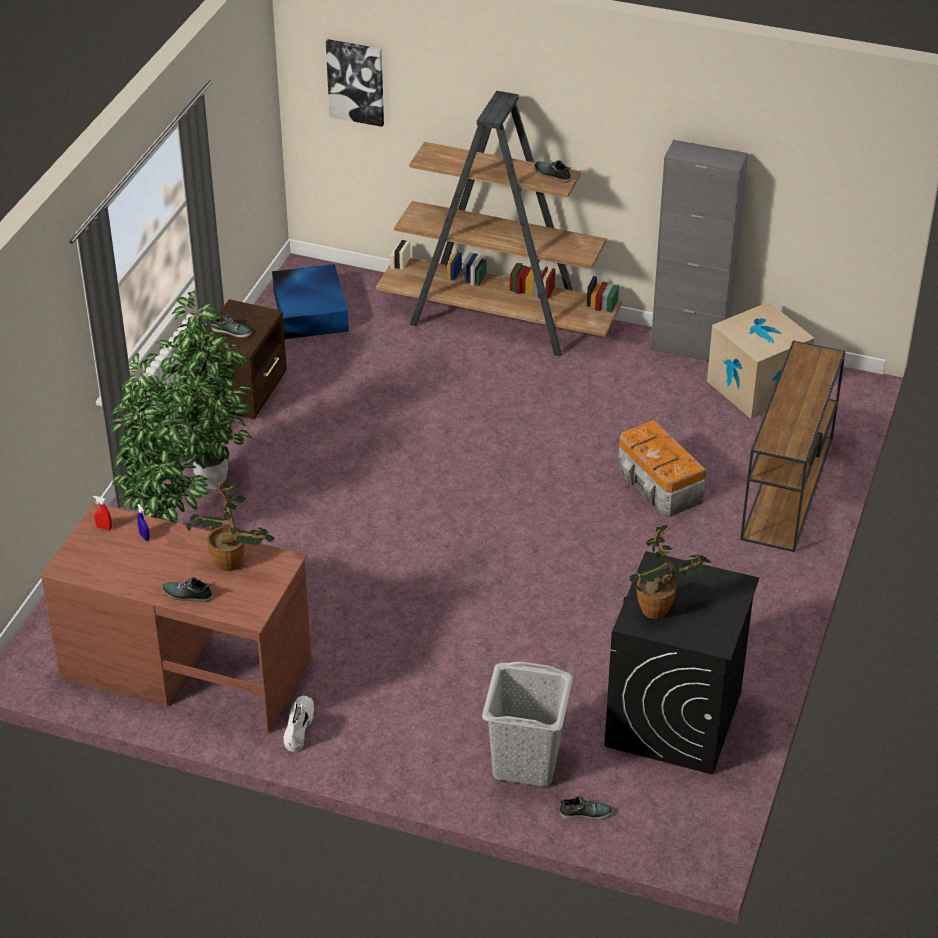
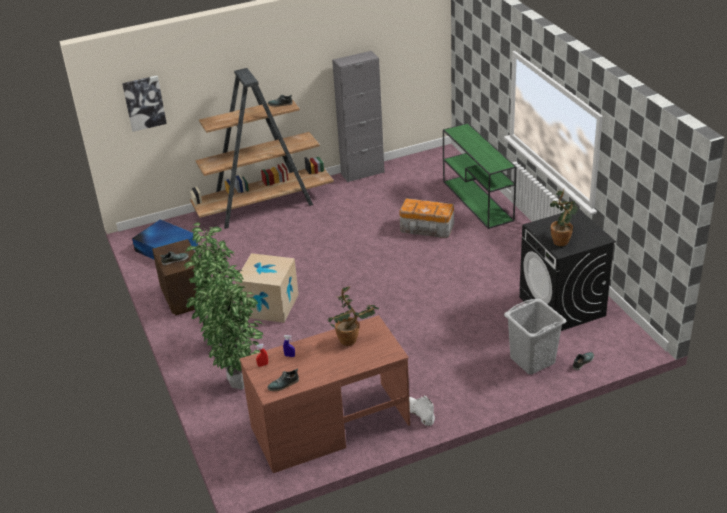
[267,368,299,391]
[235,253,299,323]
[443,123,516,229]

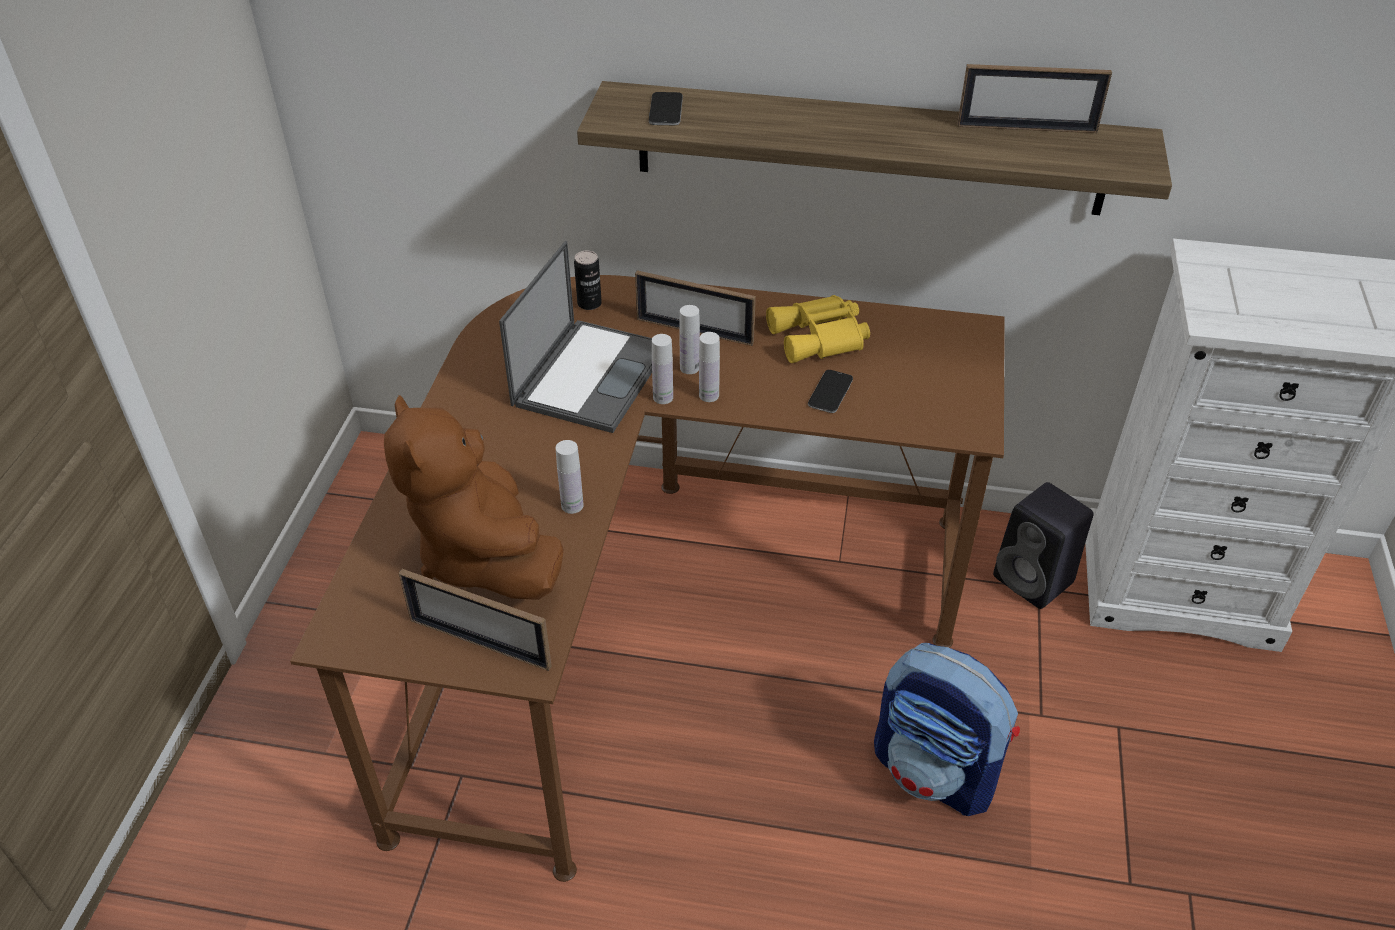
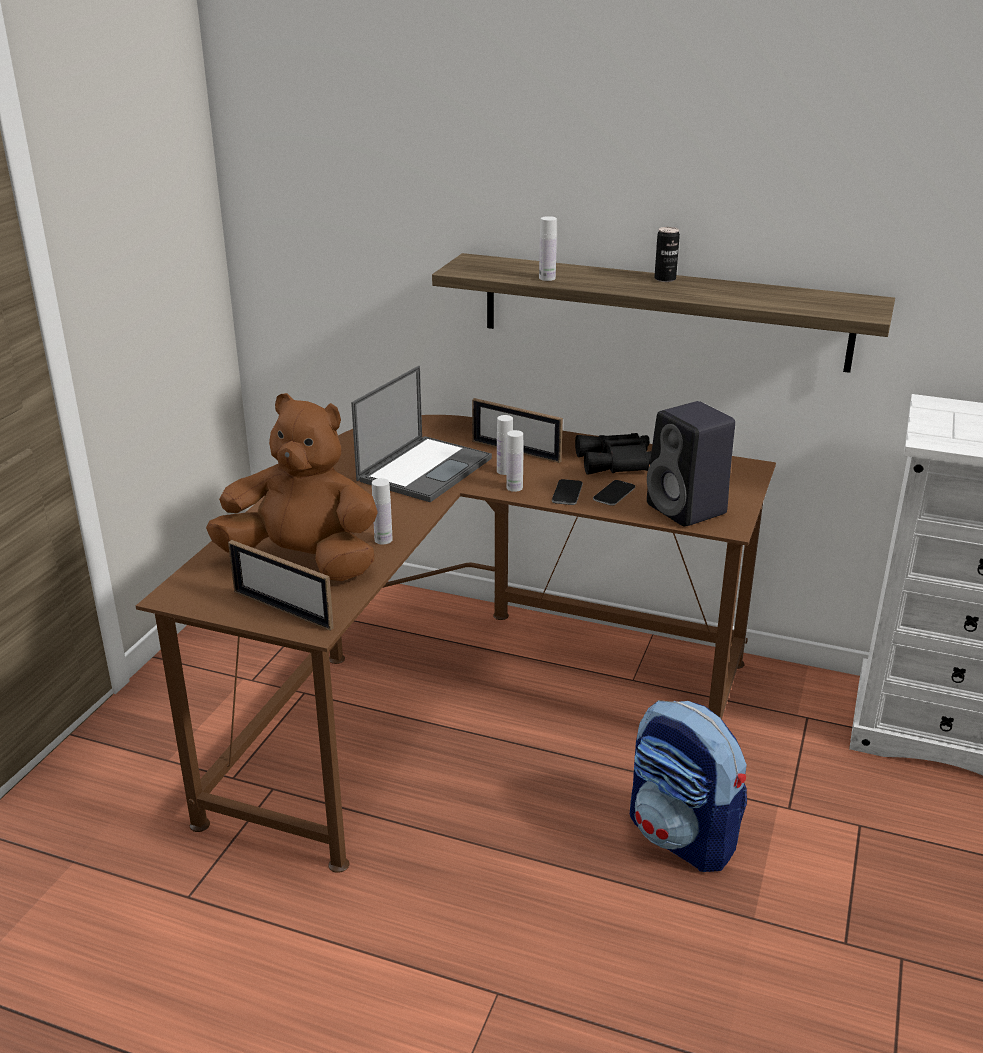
[957,64,1112,133] (first image)
[654,227,680,282]
[552,479,583,505]
[539,216,557,281]
[647,401,735,527]
[575,433,652,474]
[206,393,378,581]

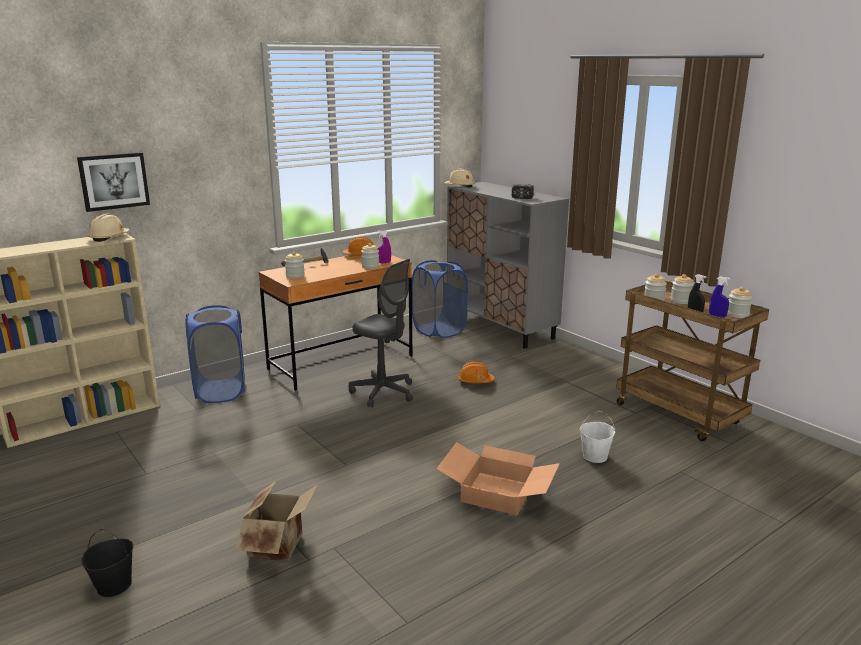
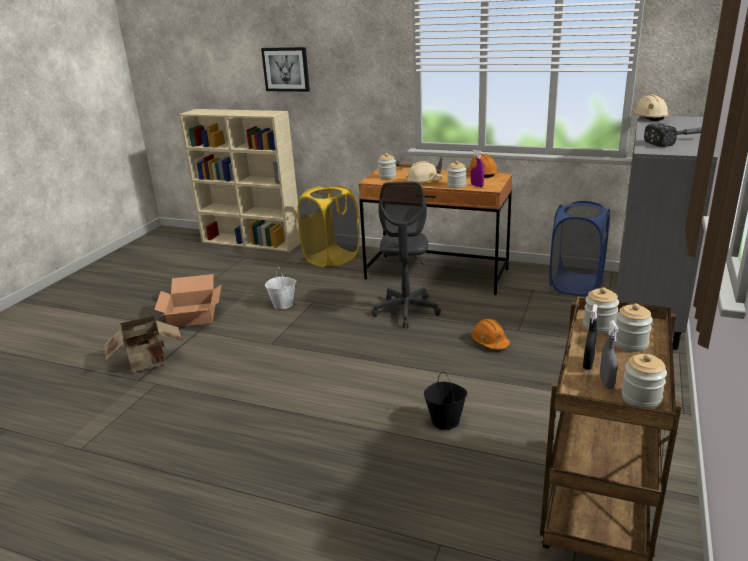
[424,372,467,430]
[406,161,443,183]
[154,274,221,327]
[265,267,296,309]
[297,185,360,267]
[599,321,619,389]

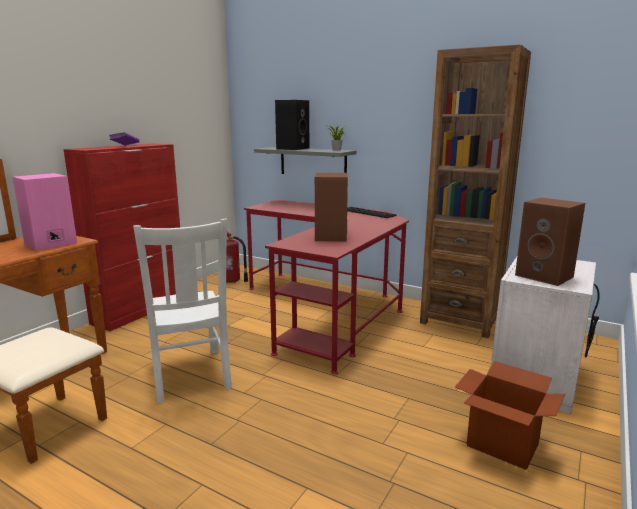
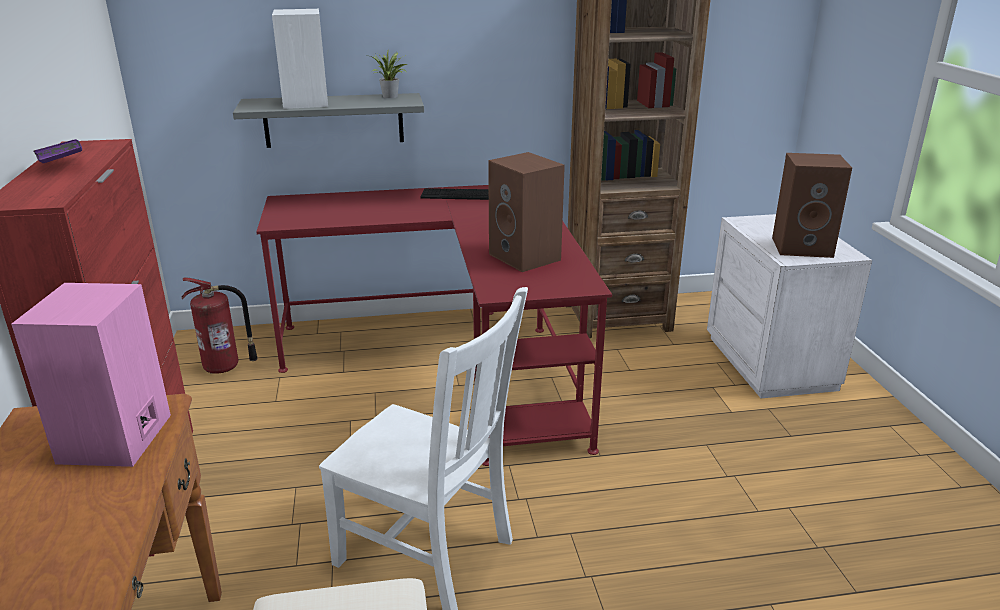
[455,361,565,470] (first image)
[272,9,328,109]

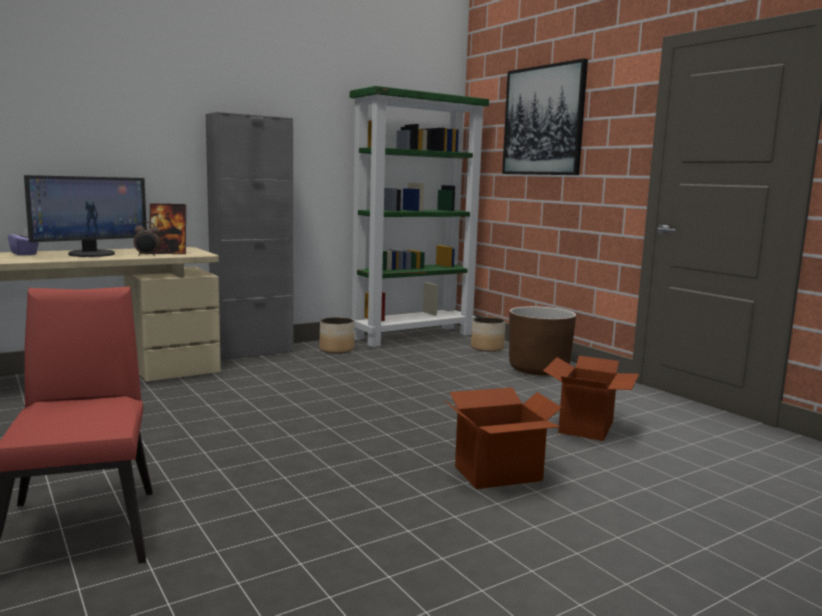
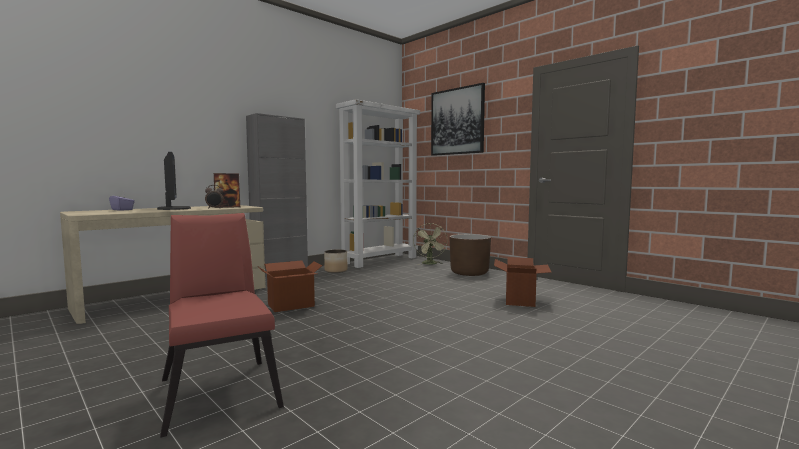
[259,260,322,312]
[413,223,448,264]
[336,99,420,268]
[157,152,191,210]

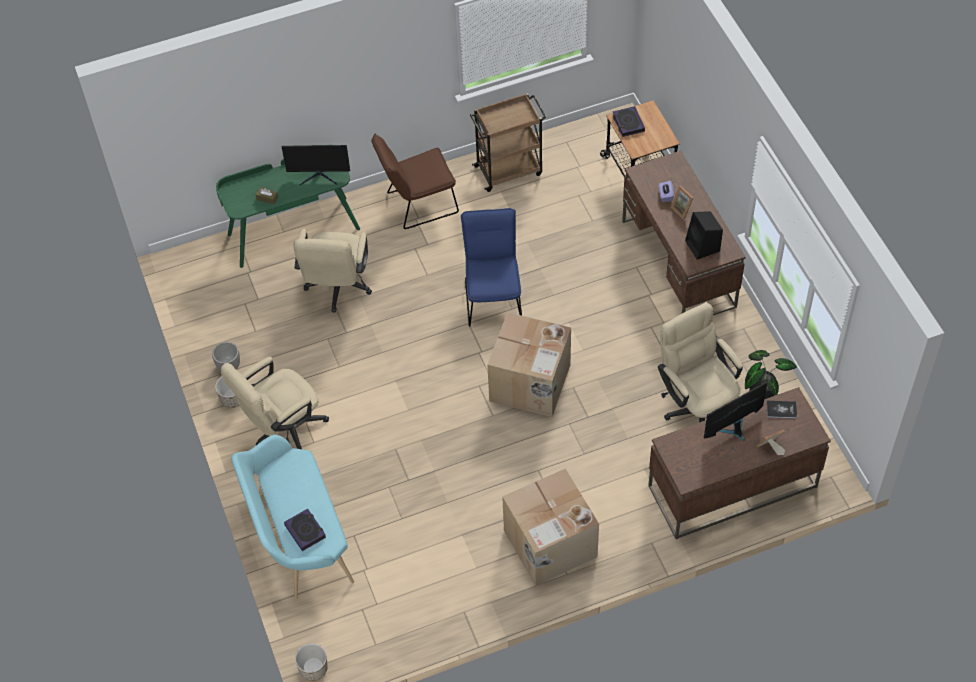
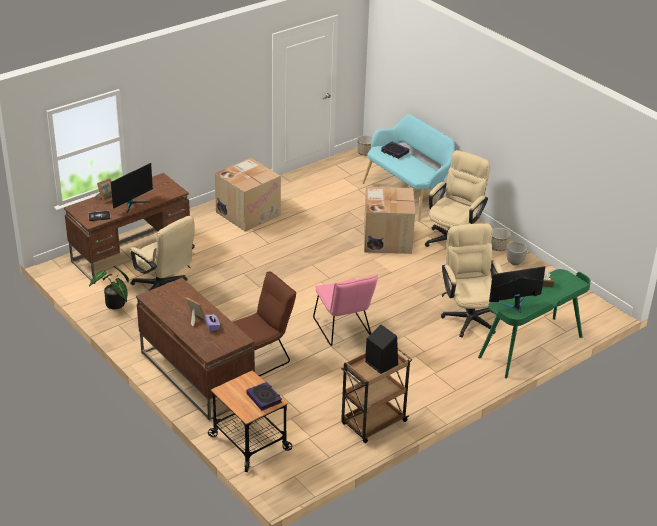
[233,271,296,376]
[364,187,415,254]
[365,325,398,374]
[313,275,378,346]

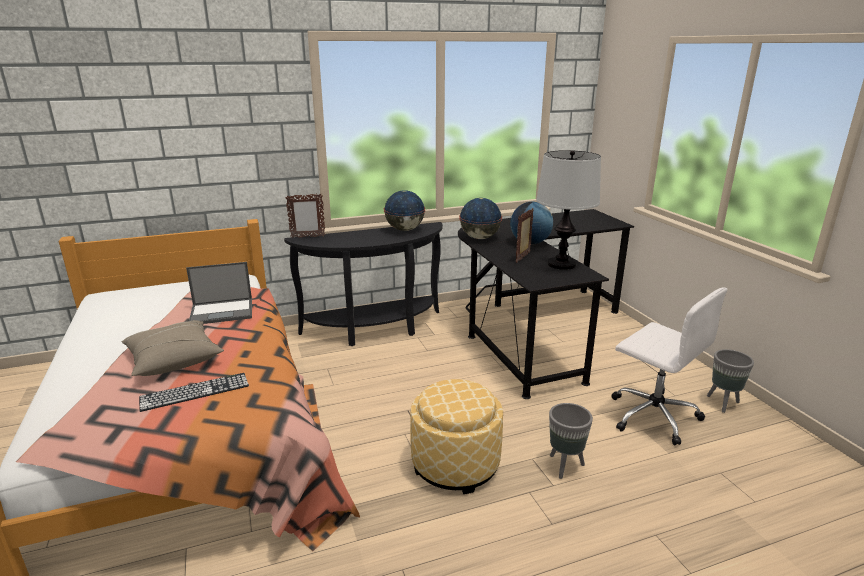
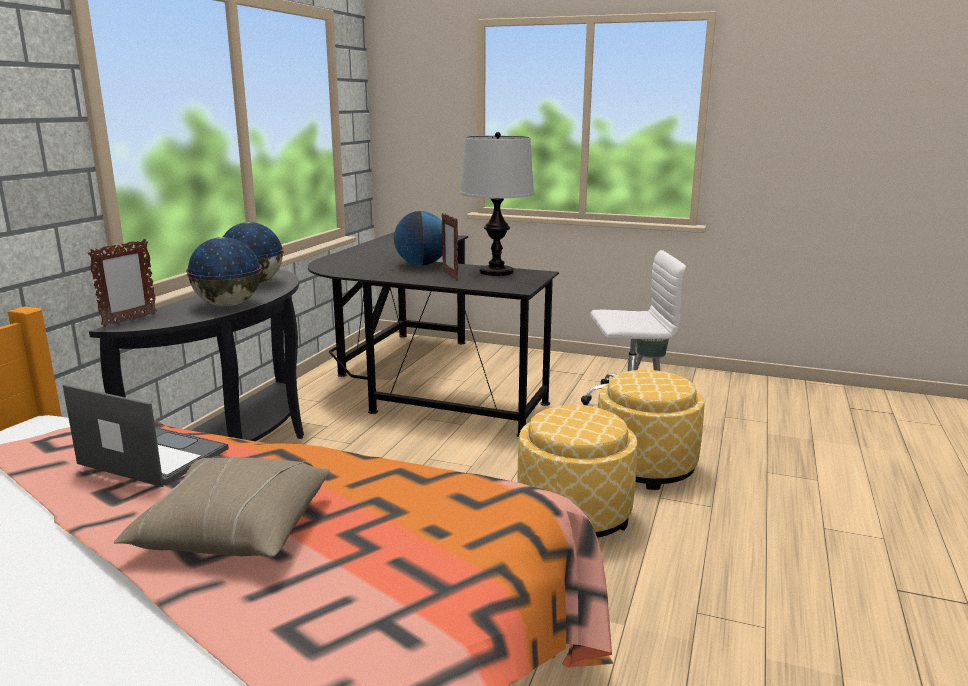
[139,373,249,412] (first image)
[186,237,262,307]
[598,370,705,490]
[63,384,229,487]

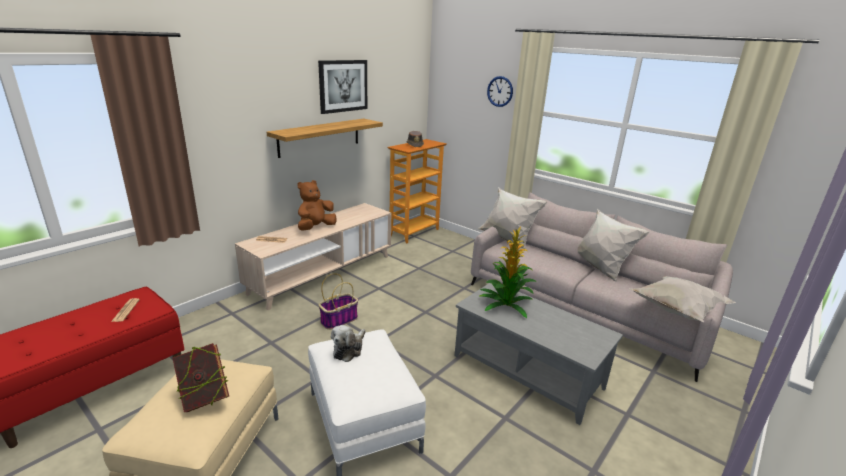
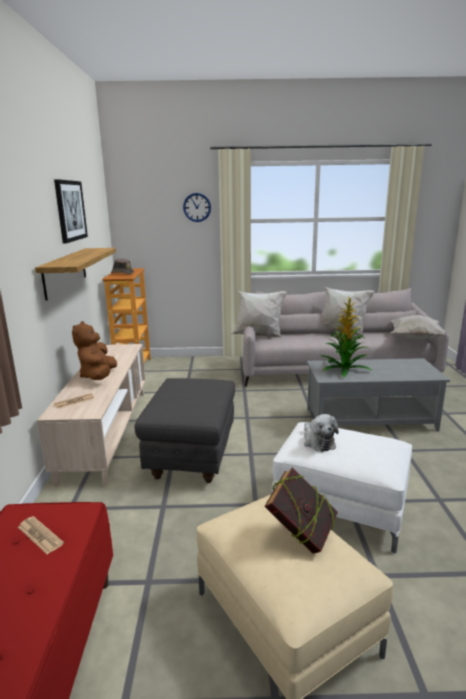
[135,378,235,483]

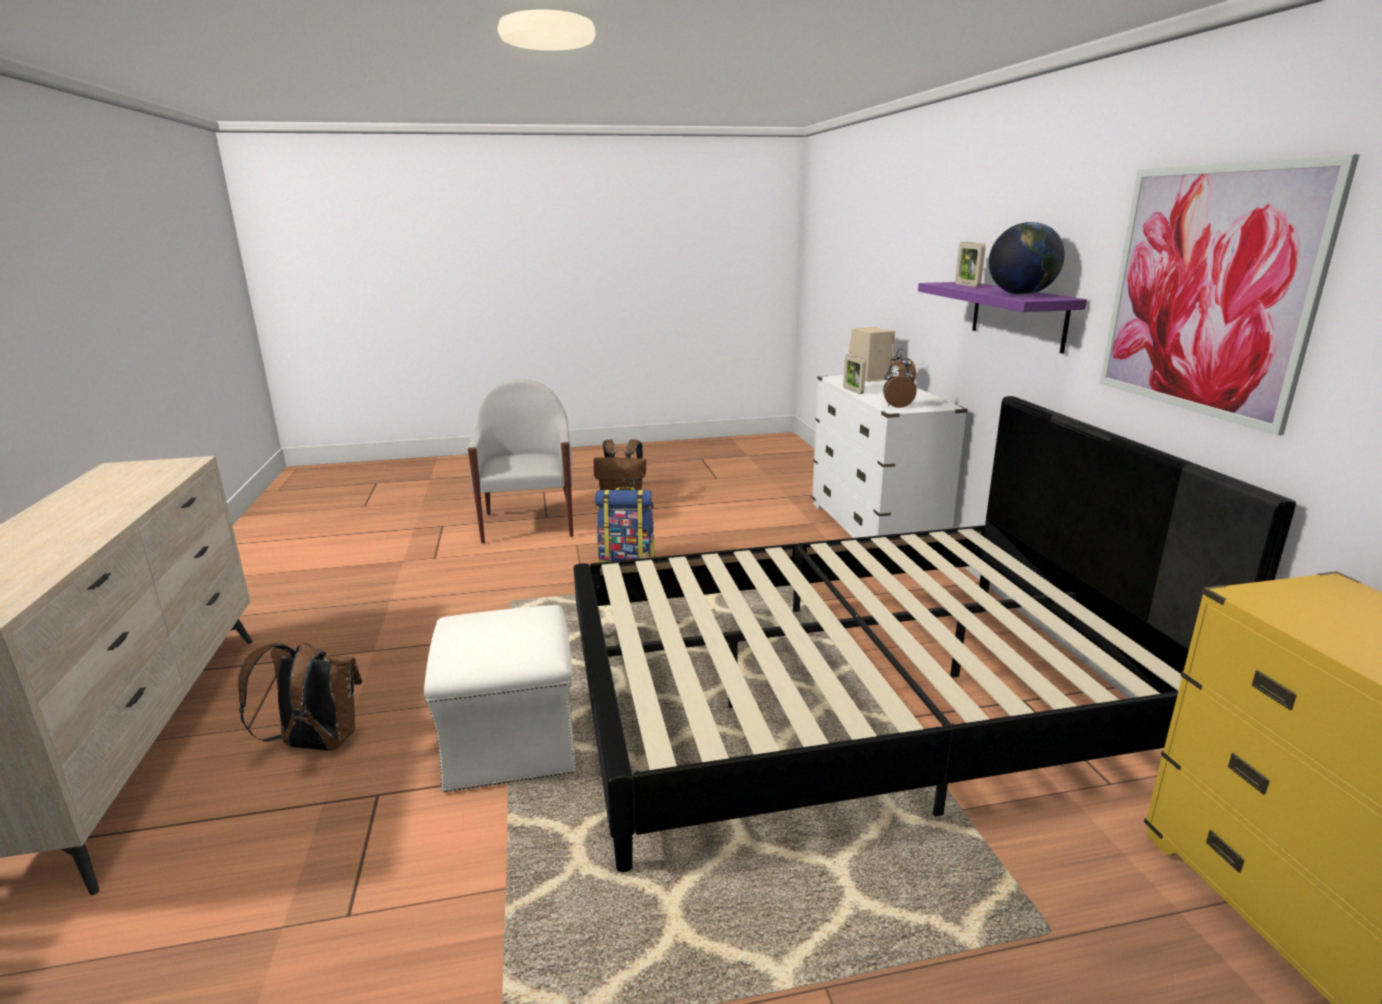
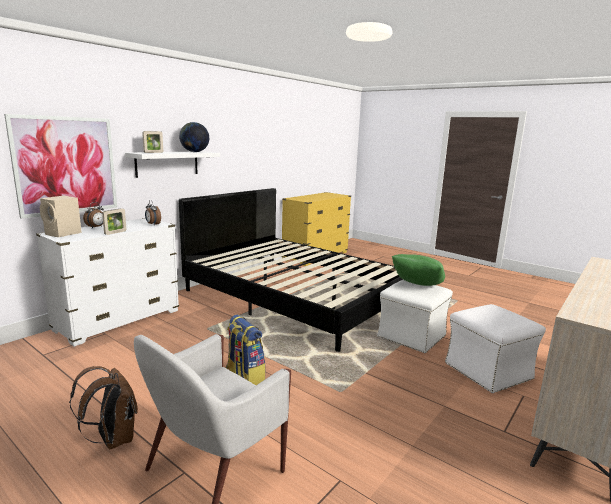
[392,254,445,286]
[4,114,117,219]
[445,304,546,393]
[125,151,220,178]

